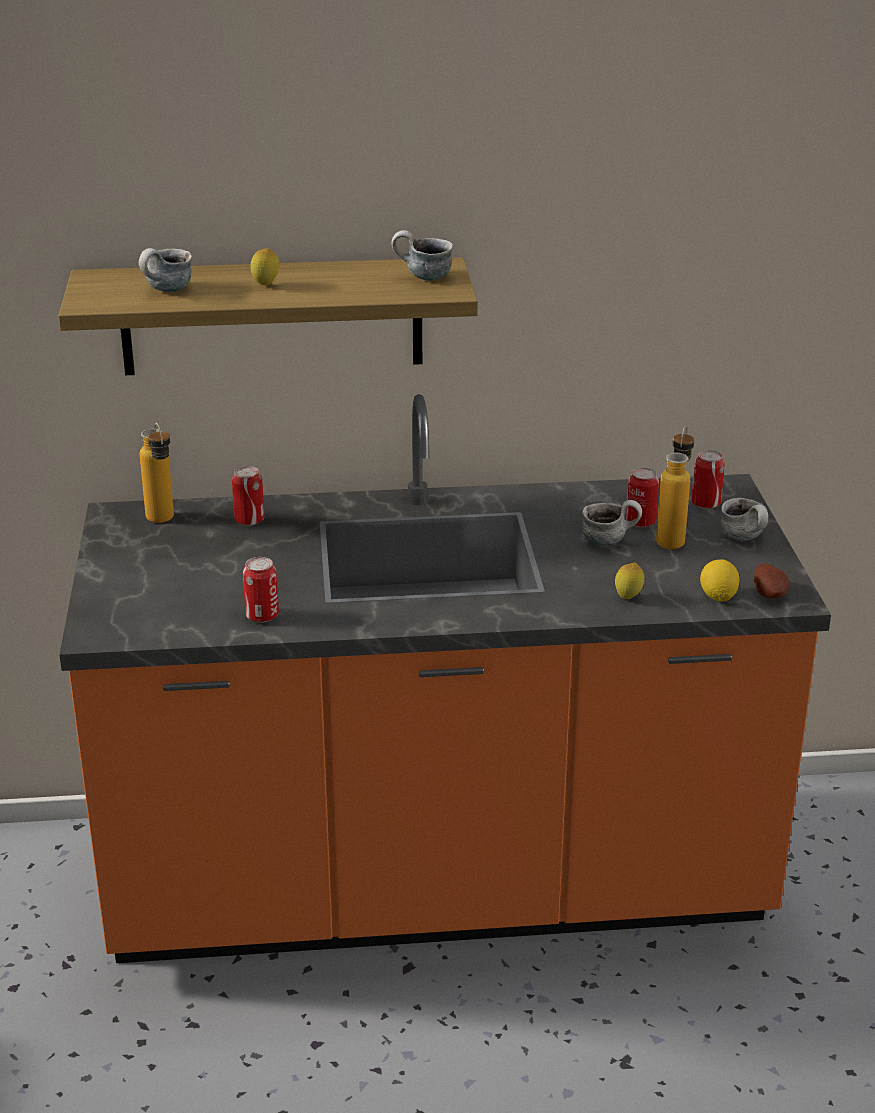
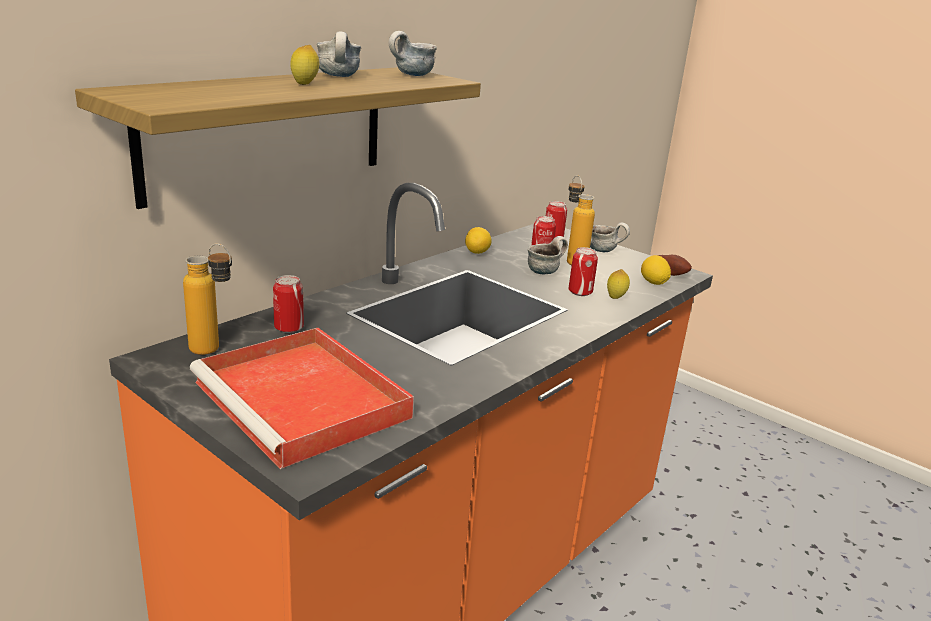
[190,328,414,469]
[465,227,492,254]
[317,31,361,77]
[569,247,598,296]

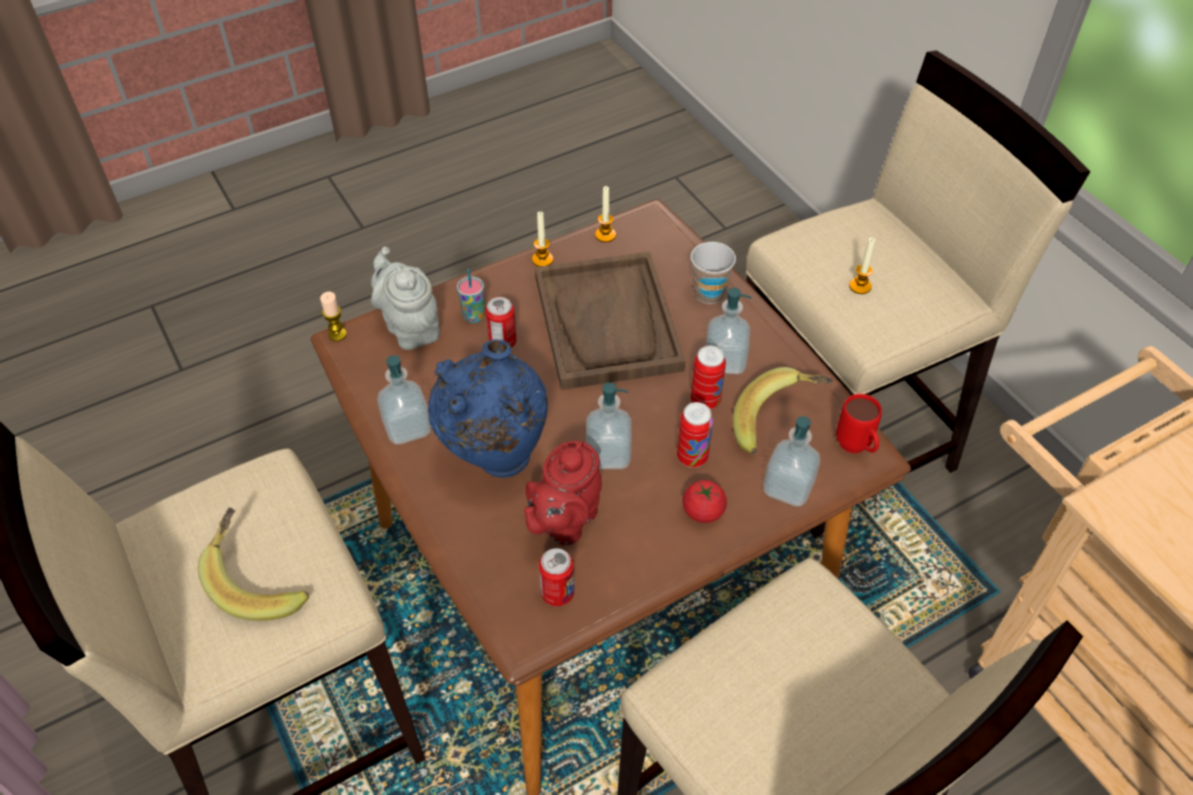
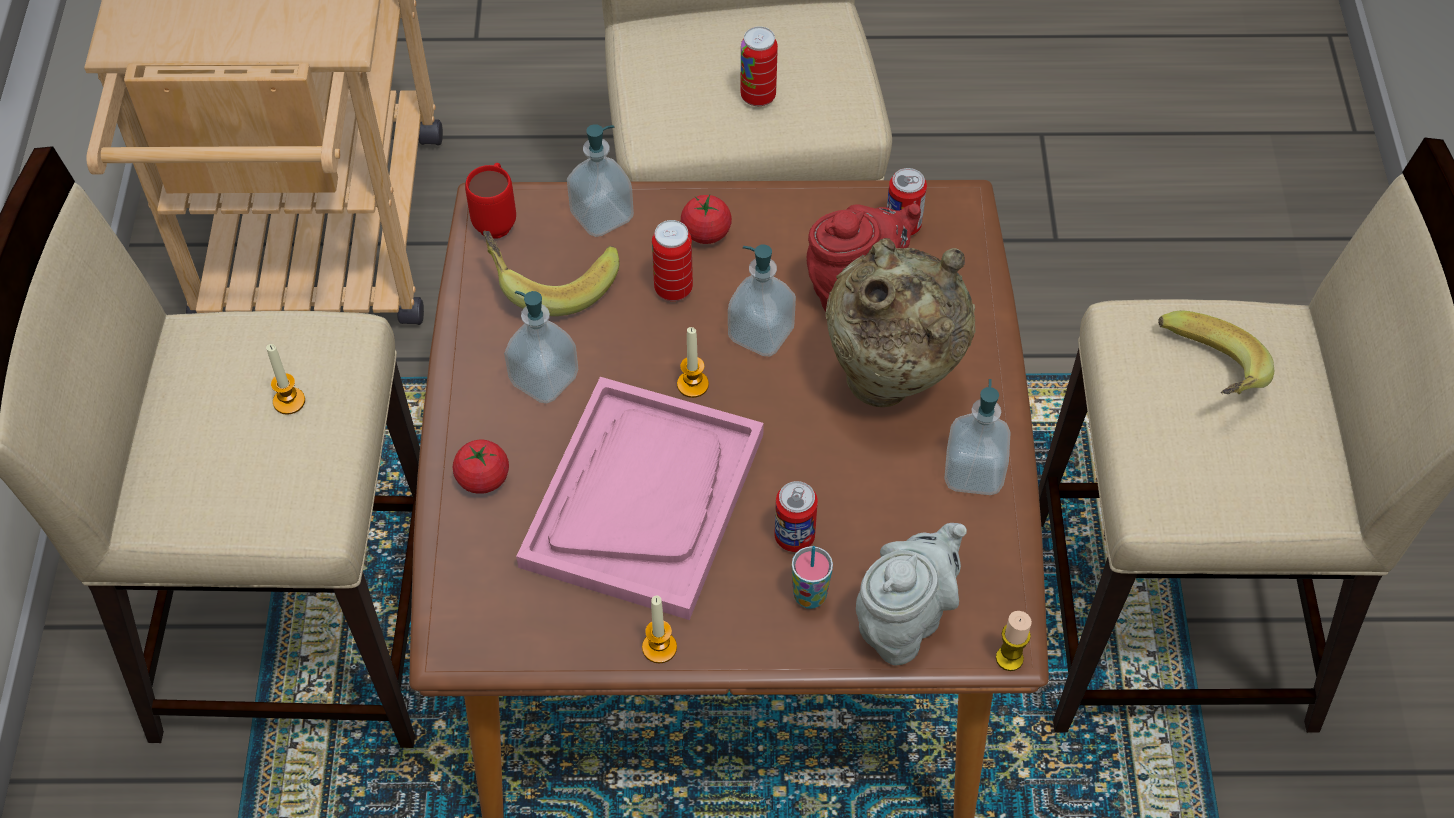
[677,327,709,398]
[740,26,778,106]
[453,440,509,494]
[826,238,976,407]
[516,377,764,620]
[856,523,967,665]

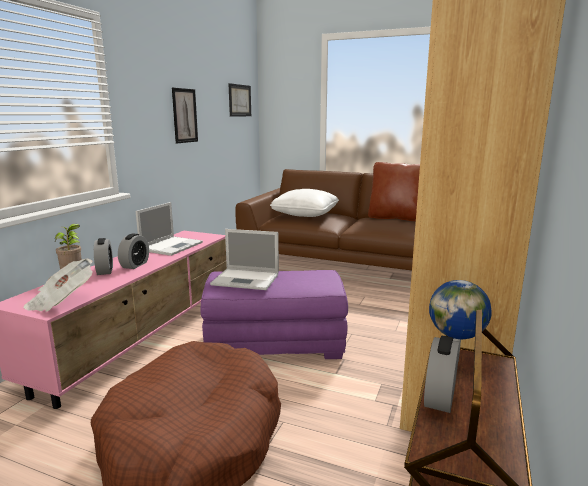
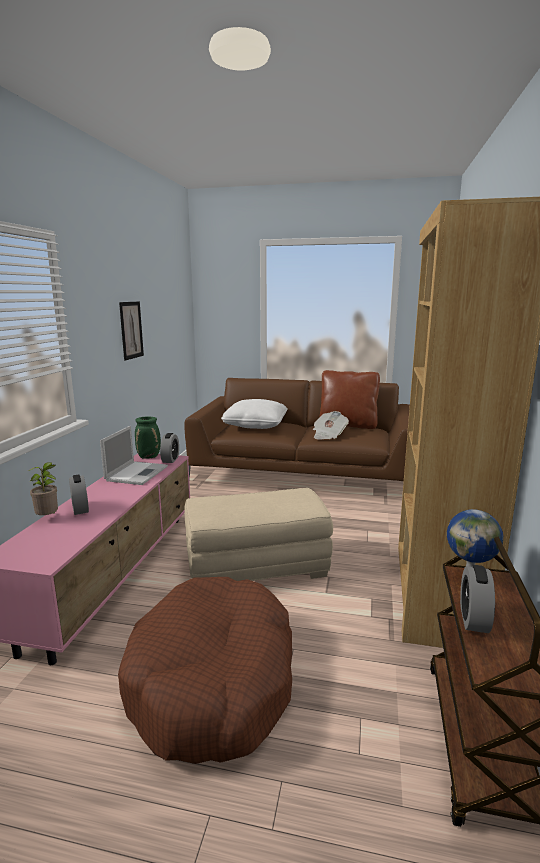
[210,229,279,290] (first image)
[228,83,251,117] (first image)
[135,417,161,459]
[313,411,349,440]
[160,433,179,463]
[185,488,333,581]

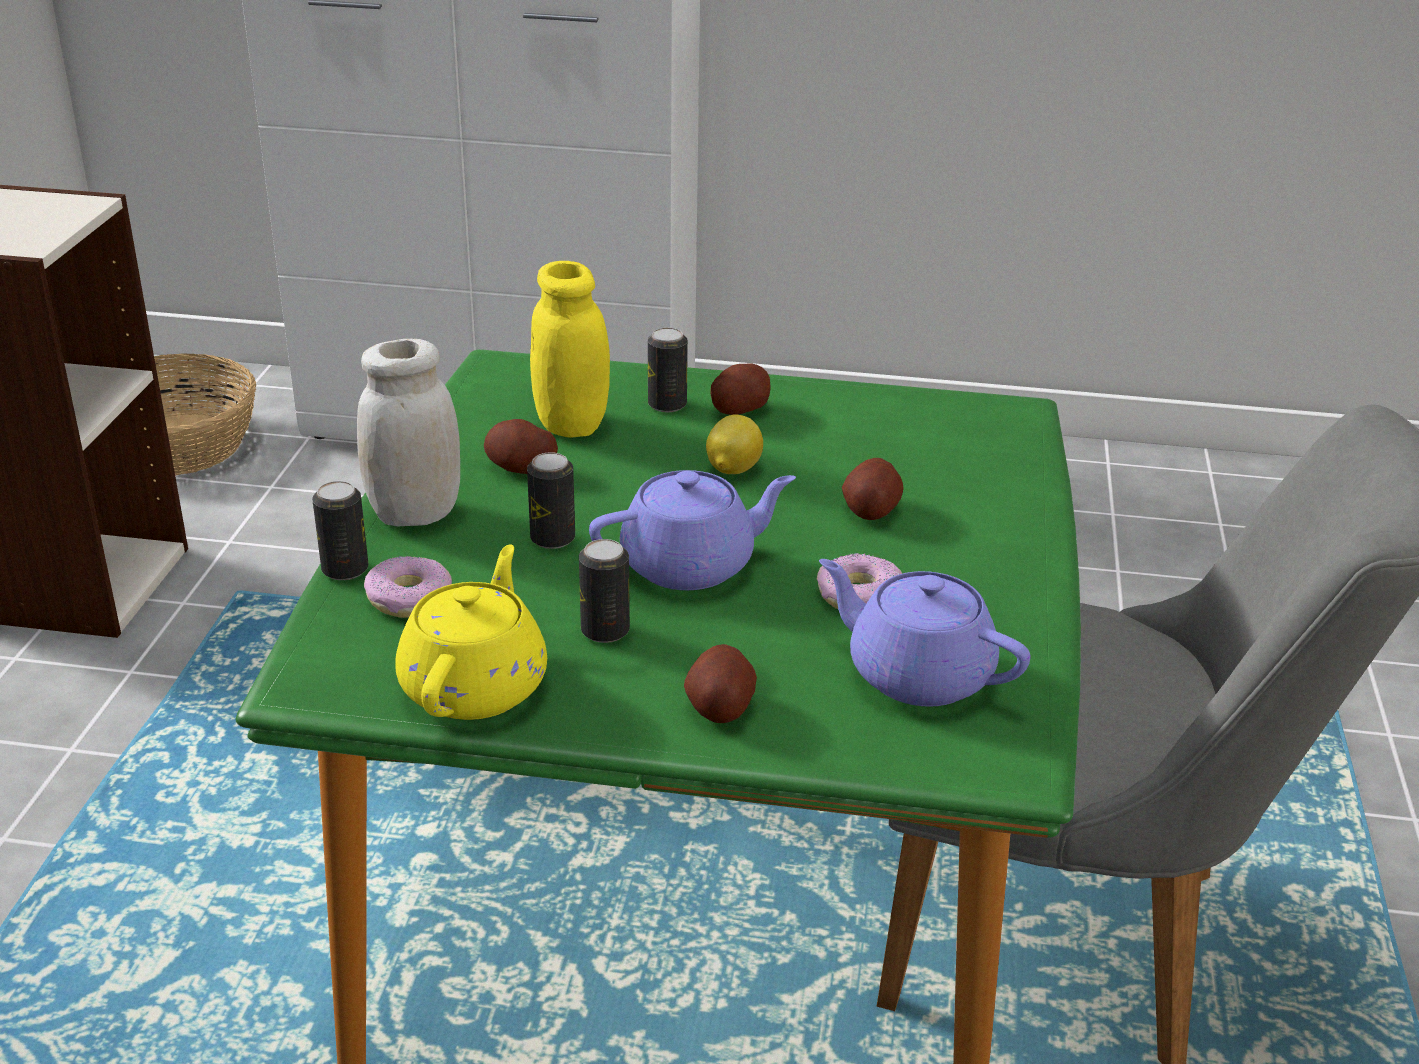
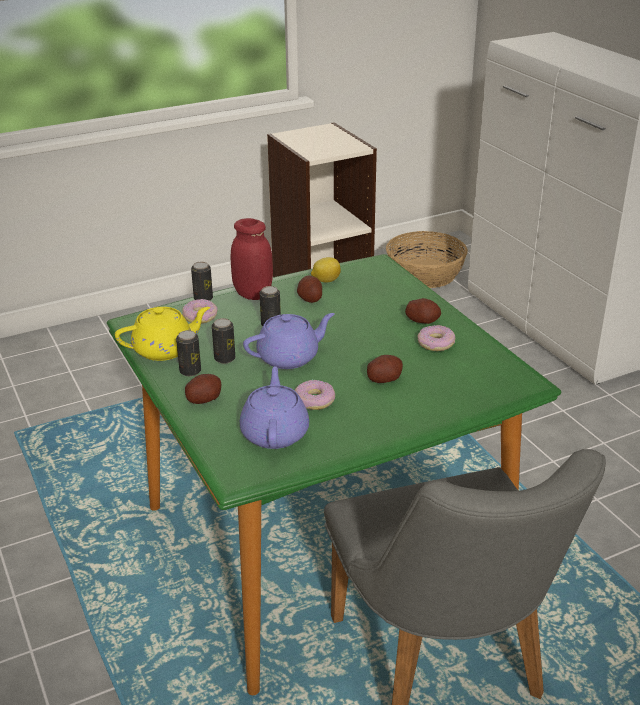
[530,261,610,437] (first image)
[418,325,455,351]
[176,330,201,376]
[311,257,341,282]
[231,218,273,300]
[243,313,335,369]

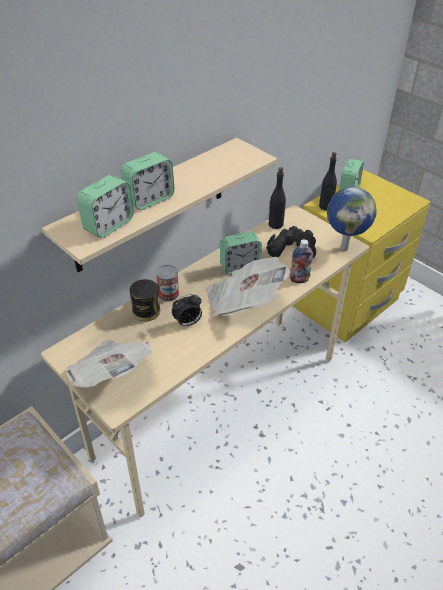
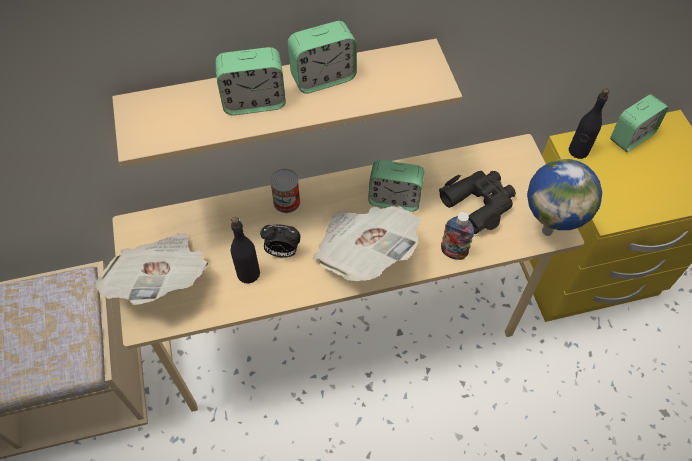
[129,279,160,321] (first image)
[288,21,357,93]
[231,217,260,283]

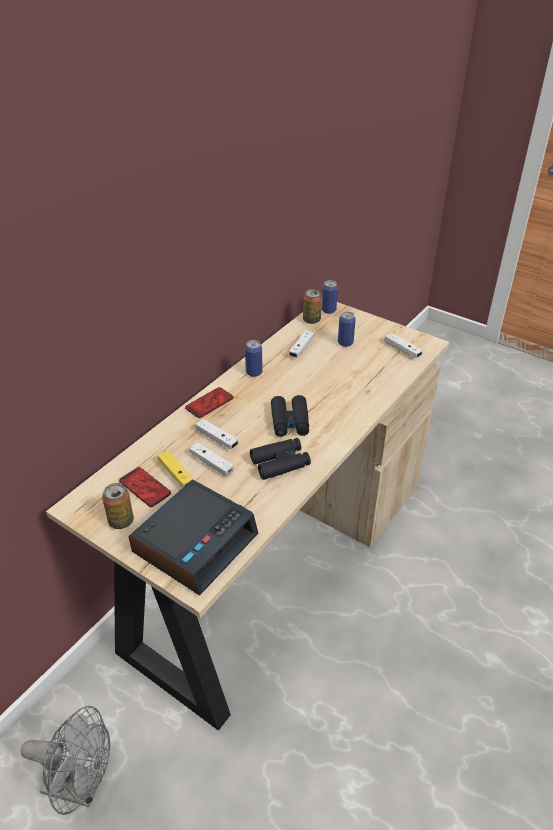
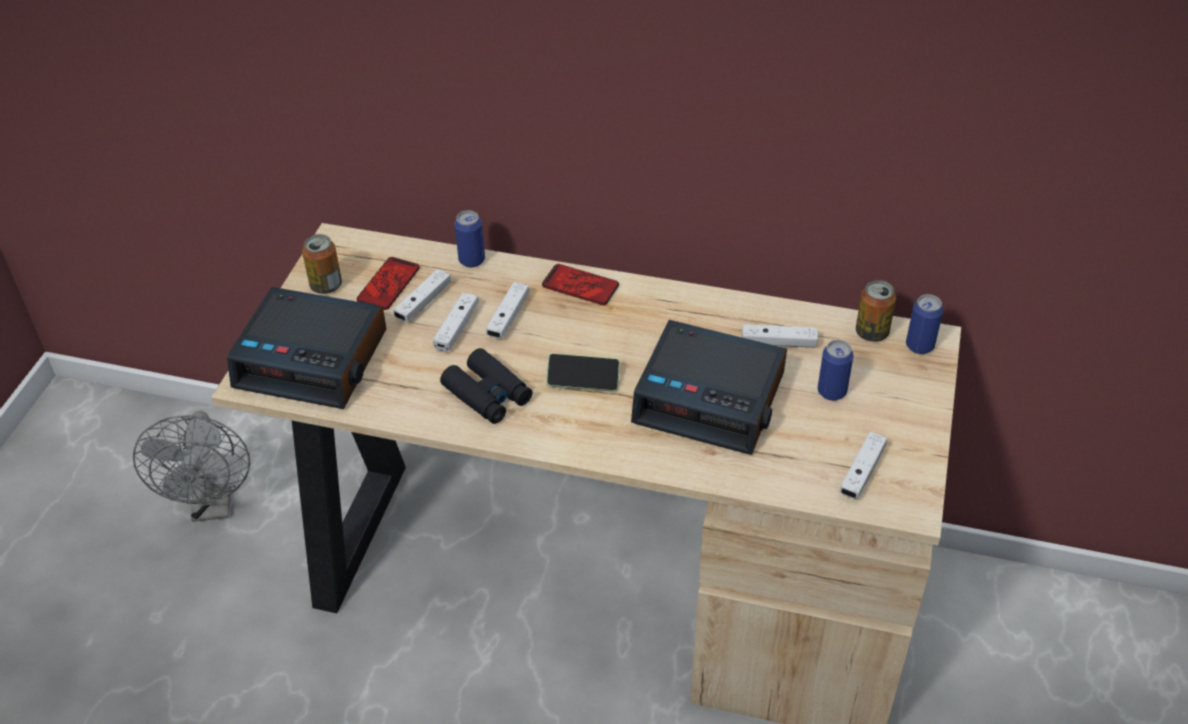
[631,320,787,455]
[454,210,485,268]
[546,353,620,392]
[393,269,451,322]

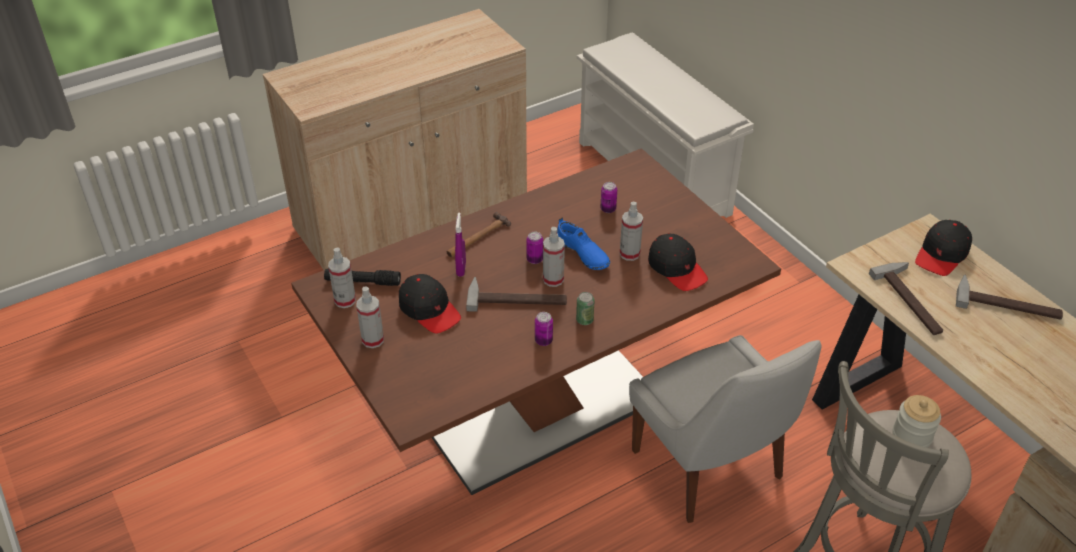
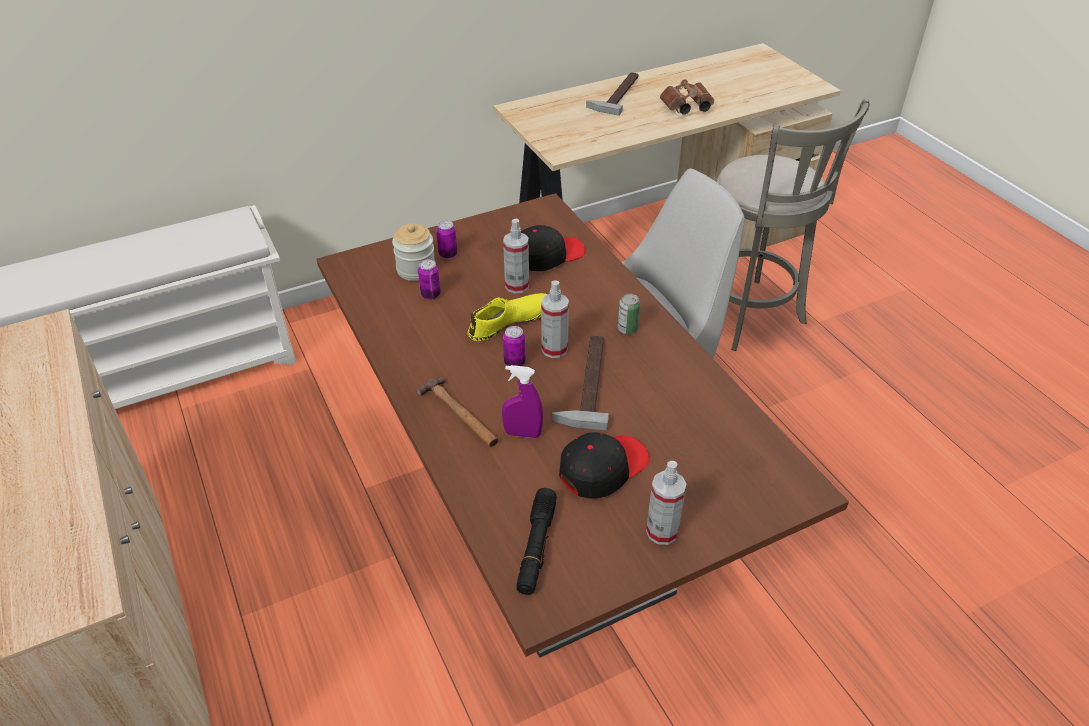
[328,248,356,308] (first image)
[869,262,943,335] (first image)
[915,220,972,276] (first image)
[660,79,714,114]
[436,221,457,259]
[392,224,436,281]
[467,293,548,341]

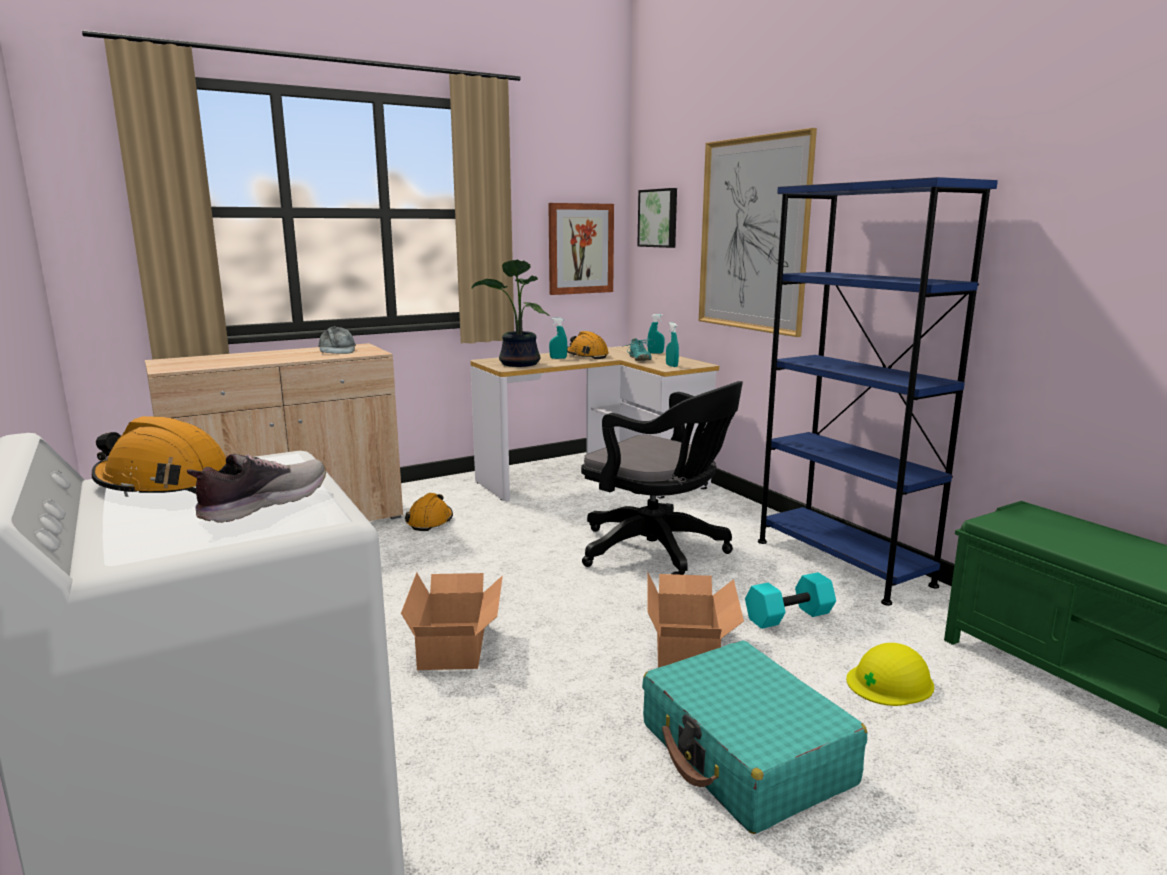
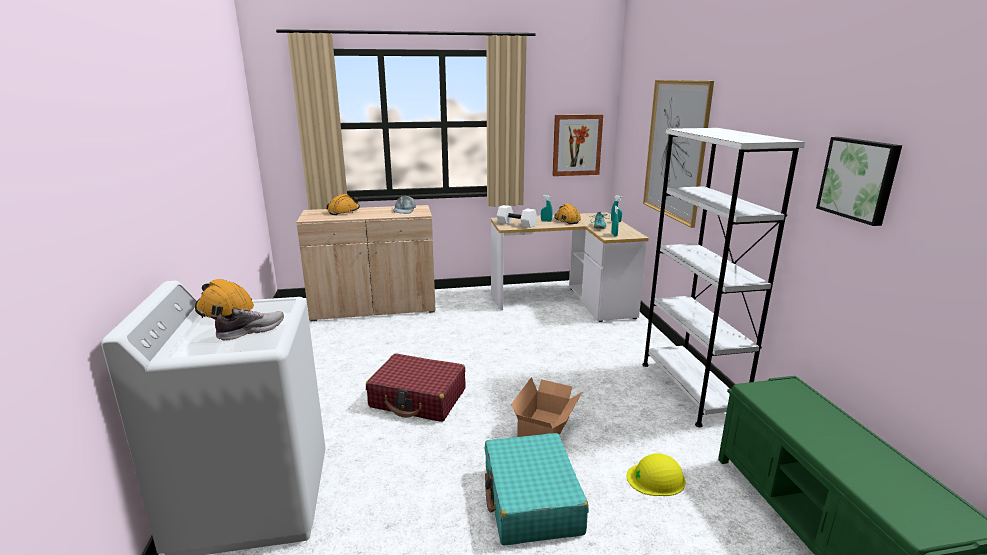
[581,381,743,575] (first image)
[745,572,836,629] (first image)
[326,194,360,215]
[816,137,902,226]
[366,353,466,422]
[497,205,537,228]
[642,128,805,427]

